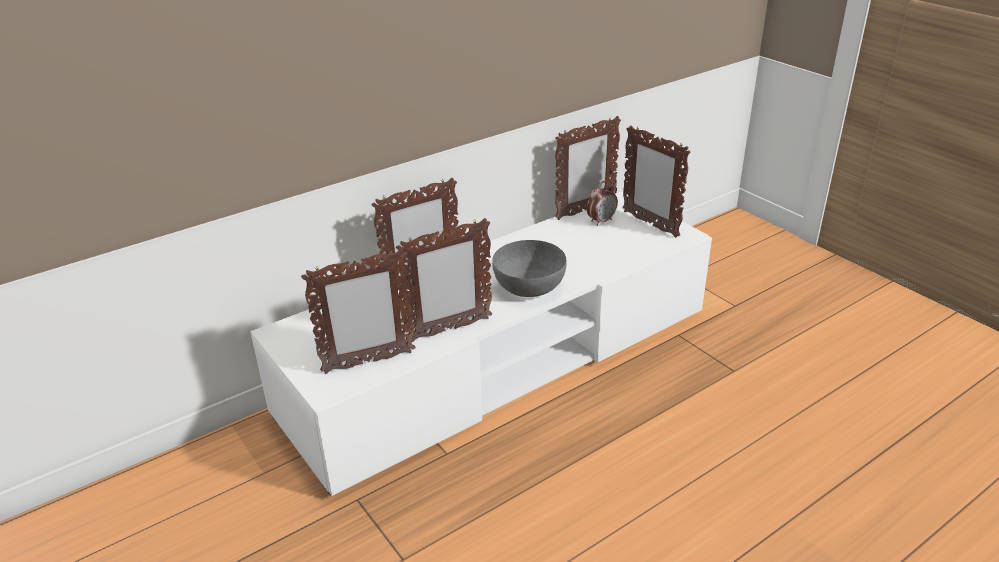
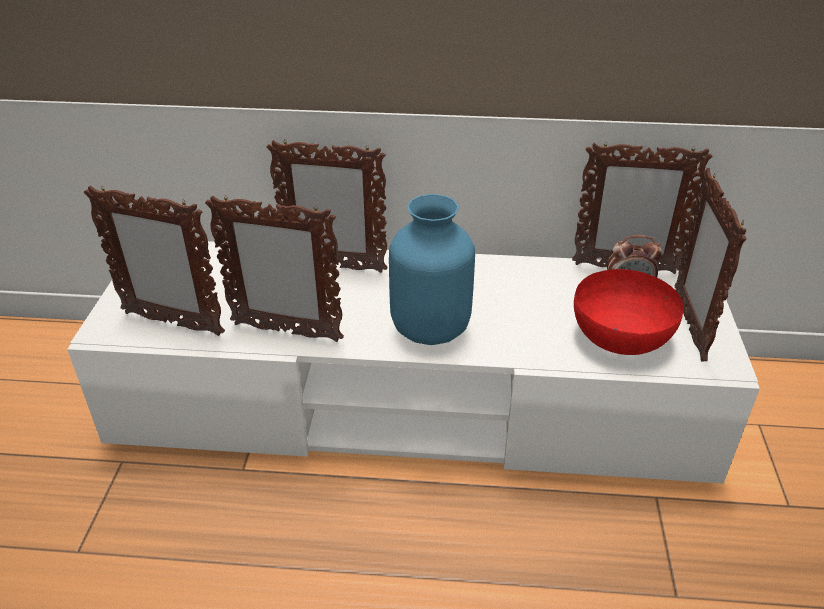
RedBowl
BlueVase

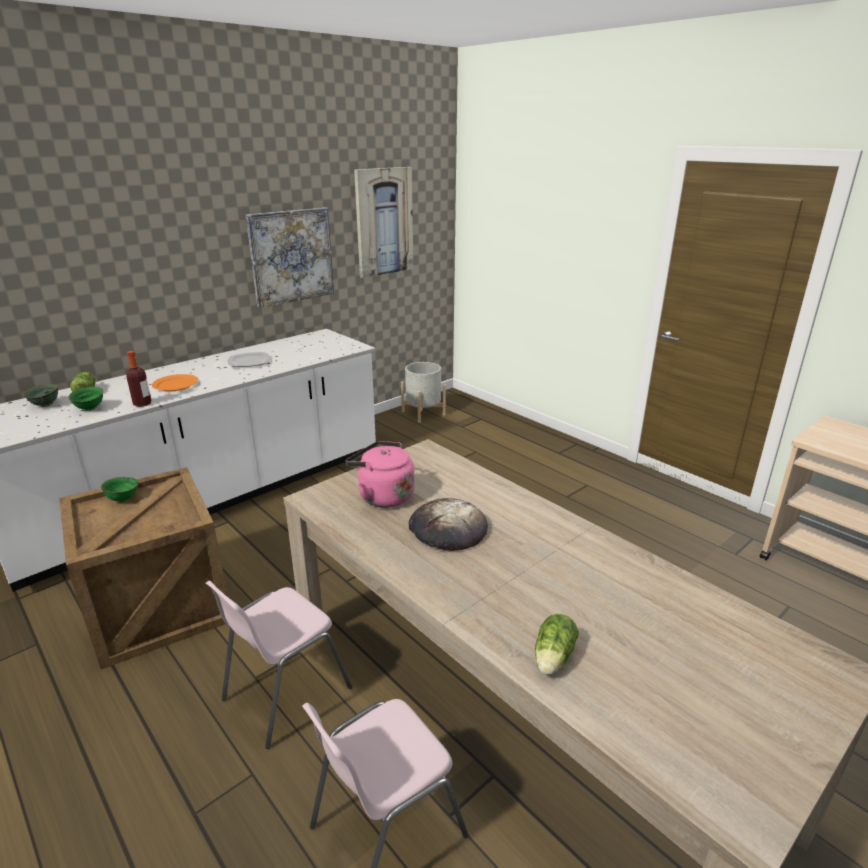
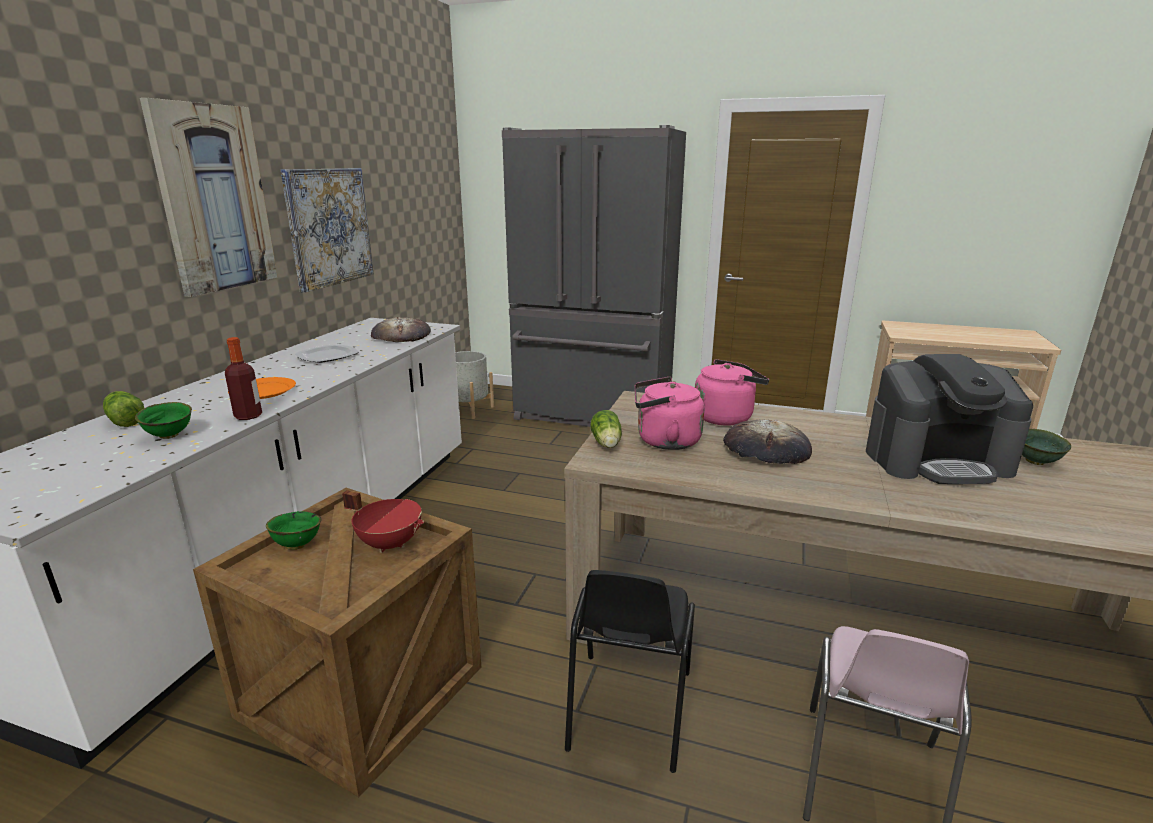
RedCookingPot
Bread (no. 1 from left)
GreyFridge
PinkKettle (no. 2 from left)
CoffeeMachine
GreenBowl (no. 3 from left)
Picture (no. 1 from left)
Lettuce (no. 2 from left)
BlackChair

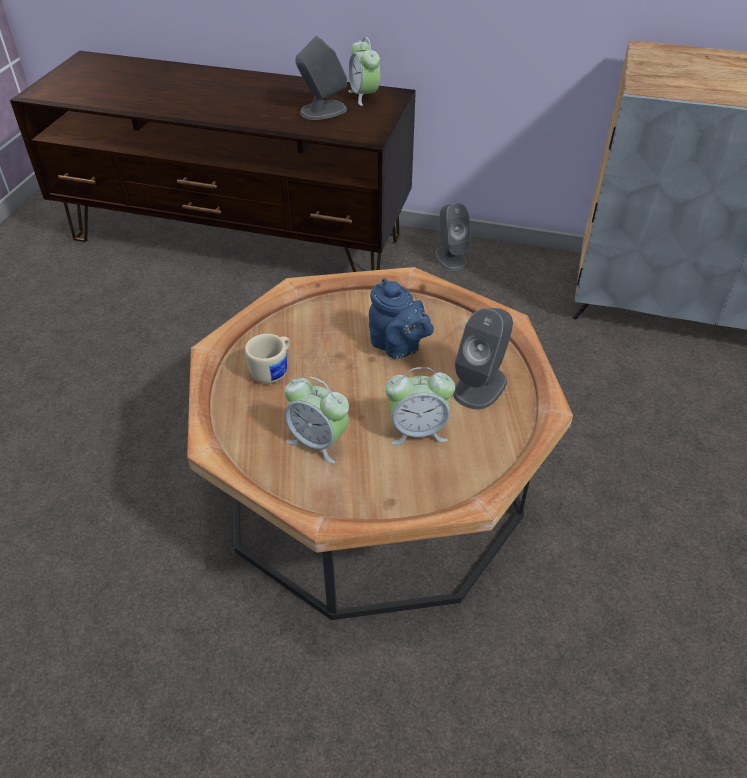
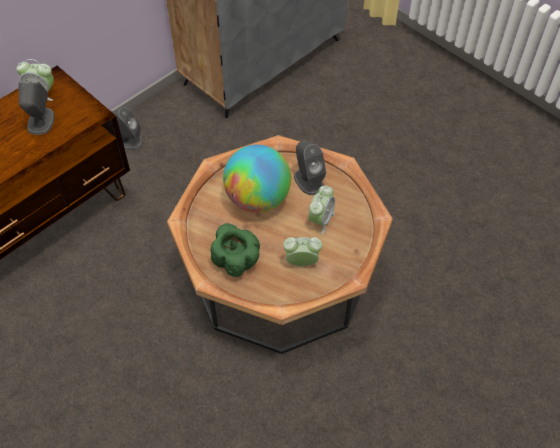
GreenBowl
Globe
AlarmClock (no. 2 from left)

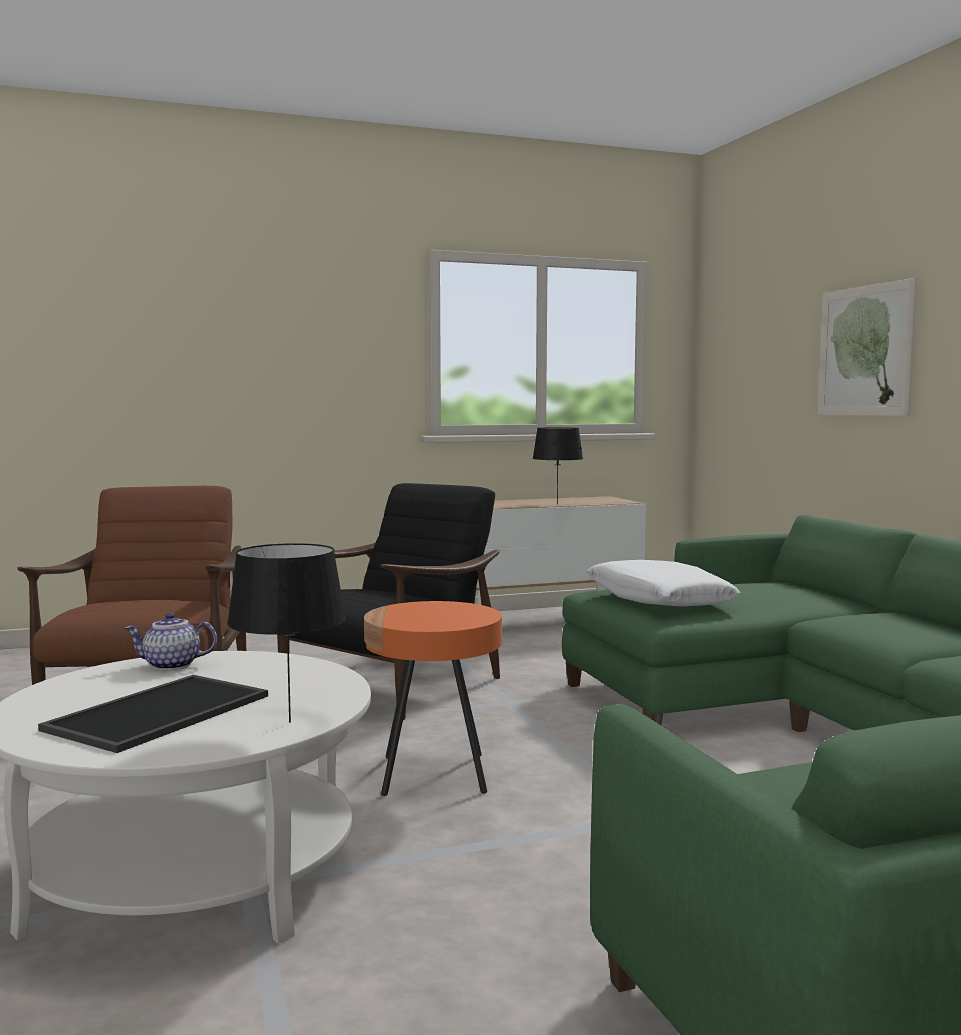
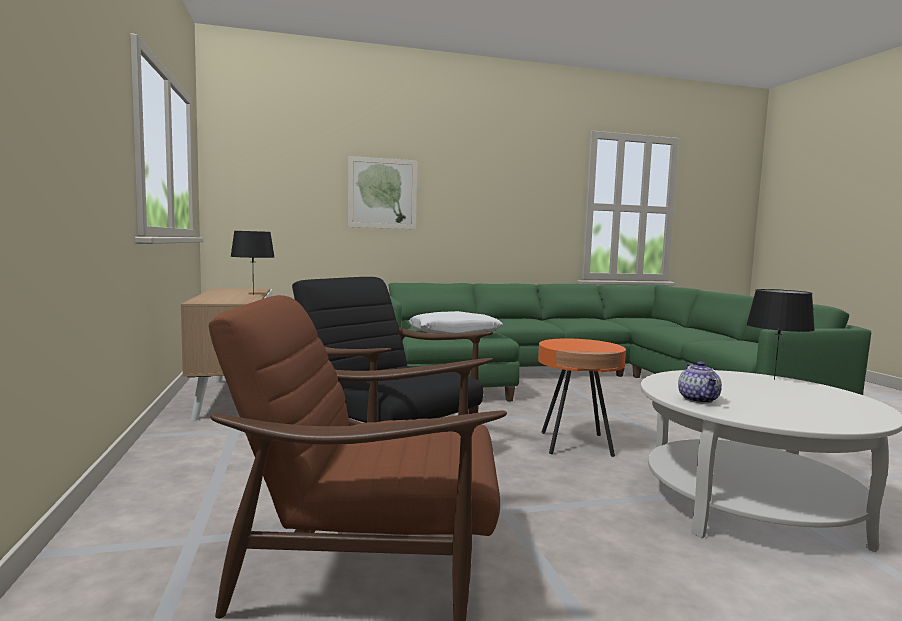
Tray

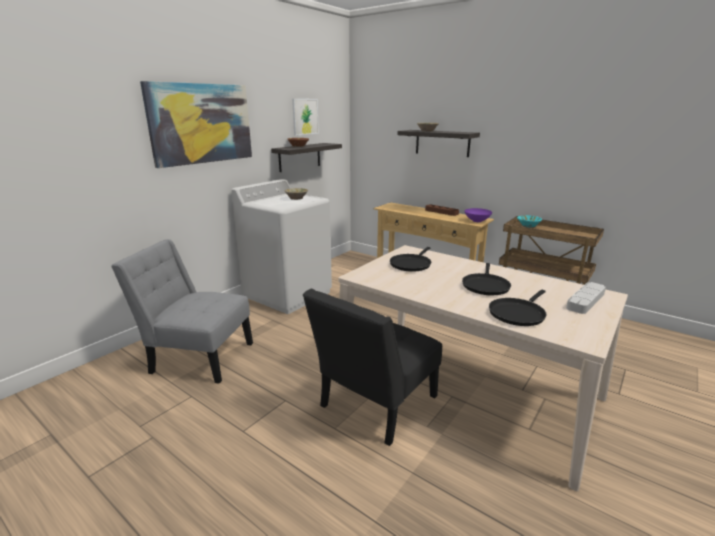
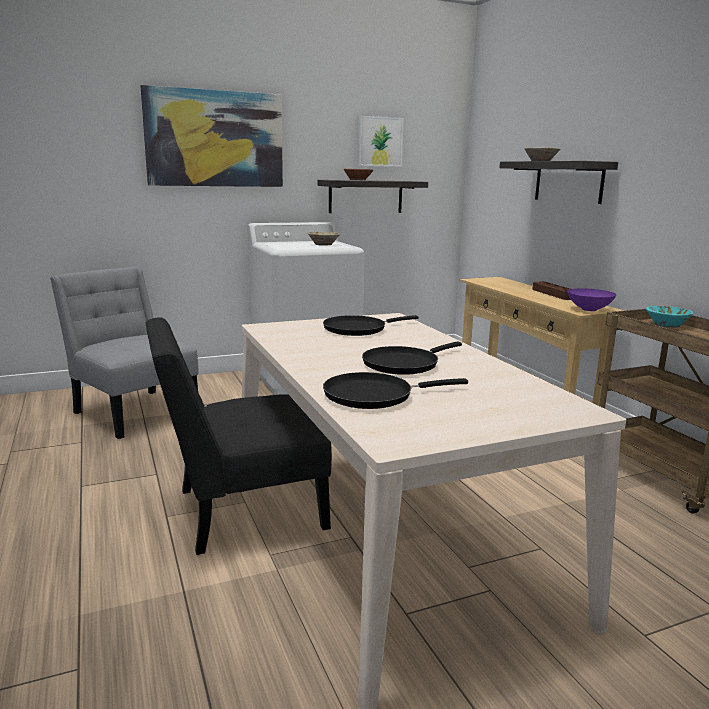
GreyTray

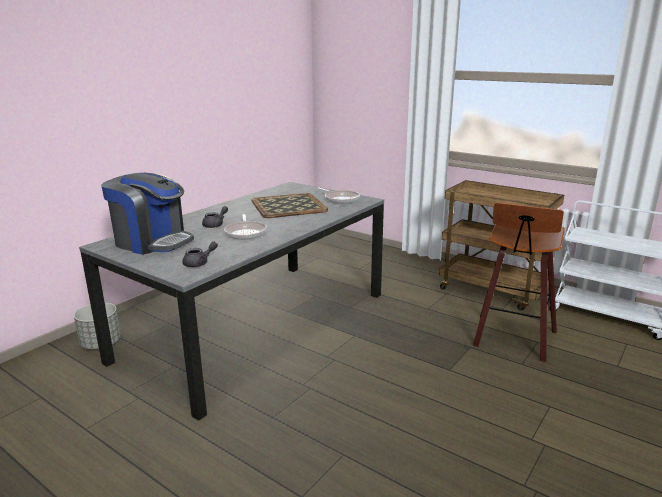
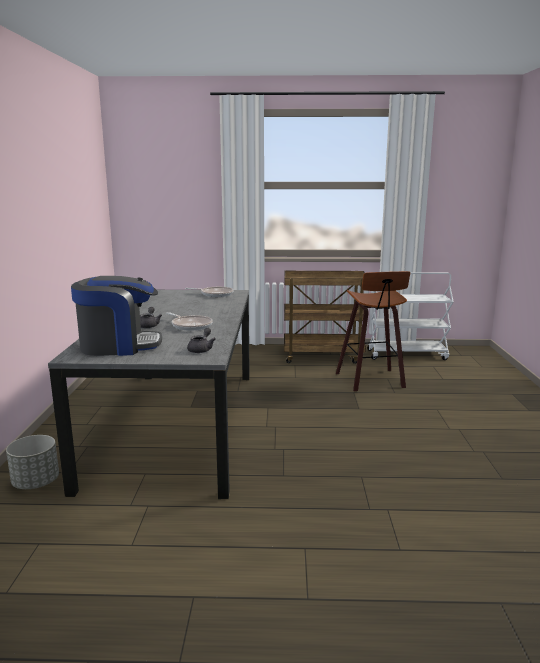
Tray

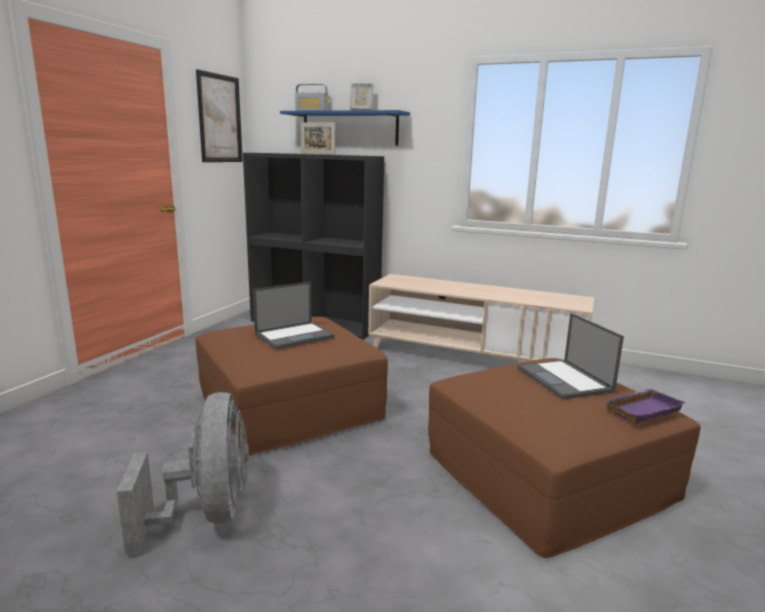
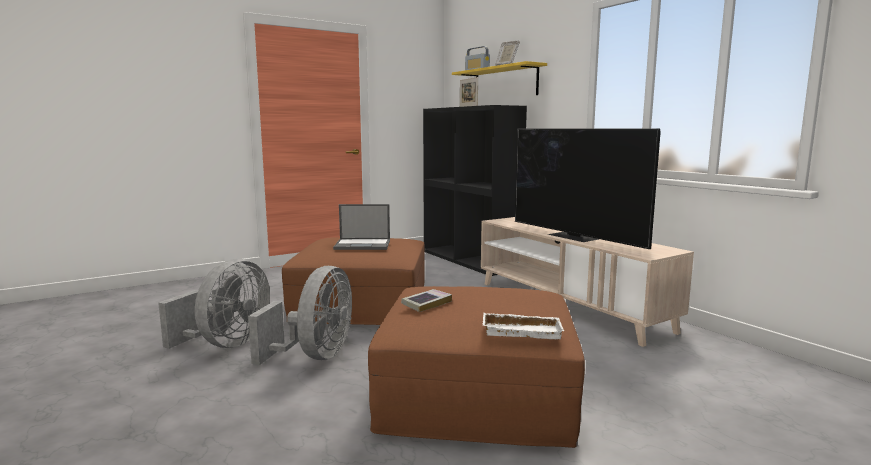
Picture
Laptop (no. 2 from left in the first image)
GreyFan (no. 2 from left)
Book
Television
YellowShelf
WhiteTray

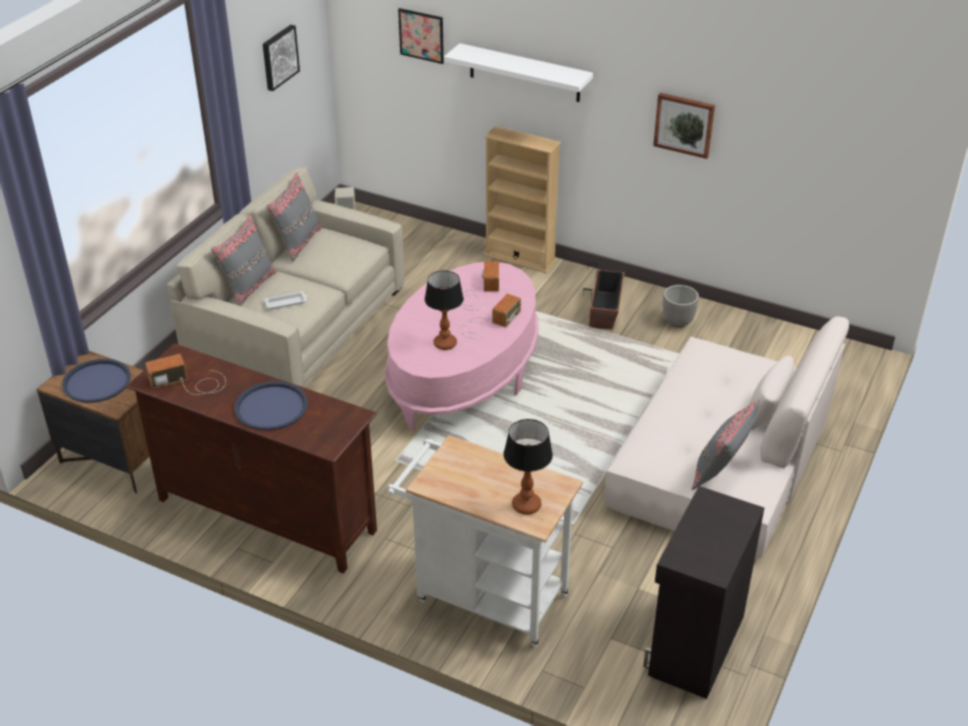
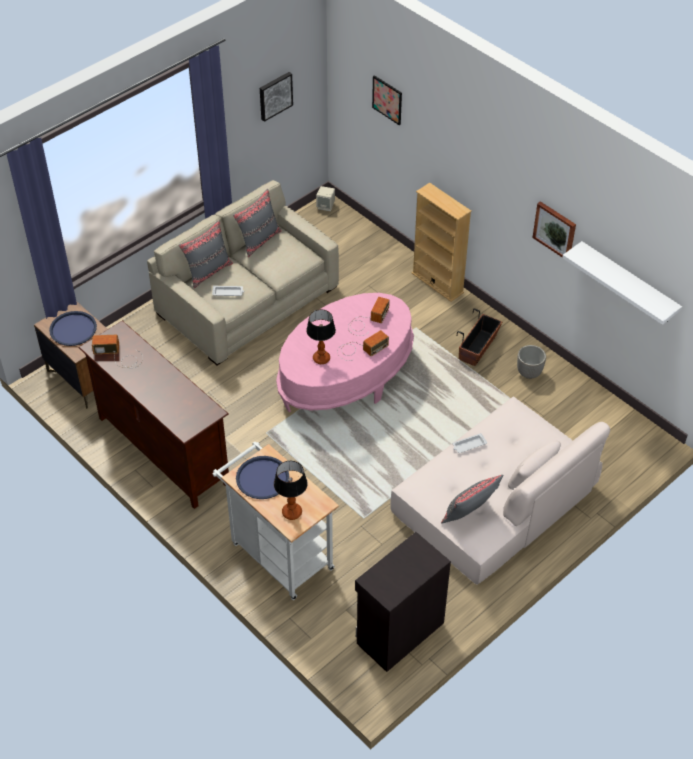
WhiteTray (no. 2 from left)
BlueTray (no. 2 from left)
WhiteShelf

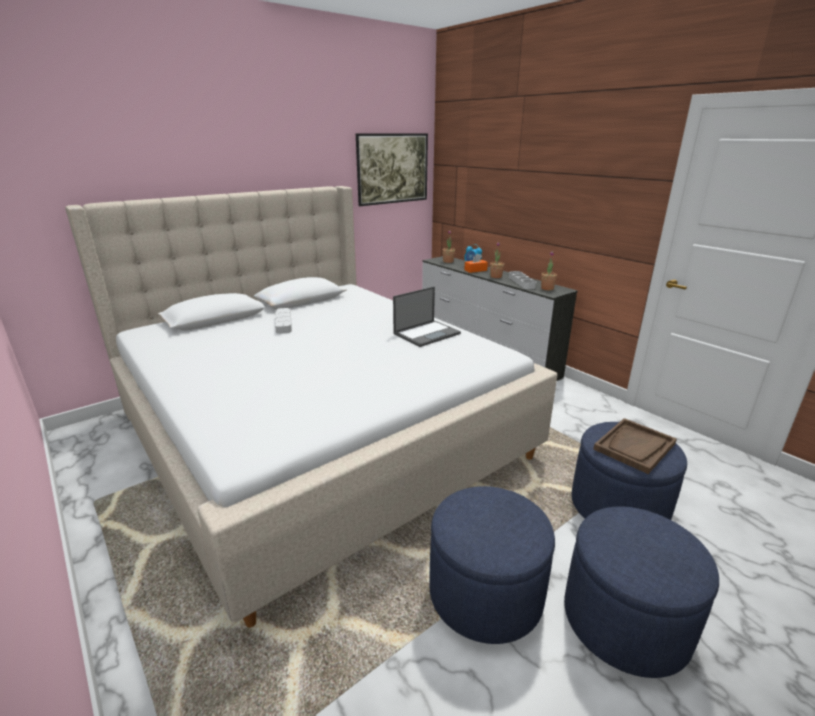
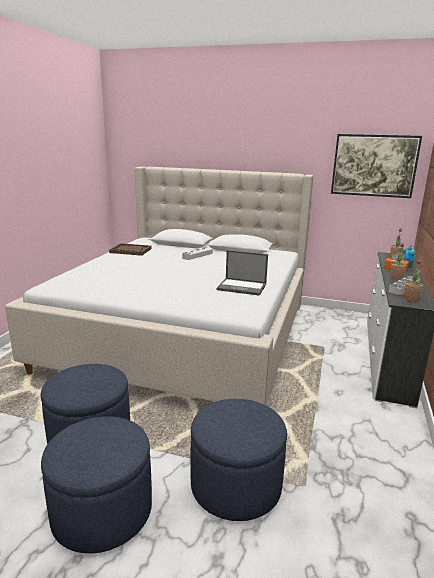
BrownTray

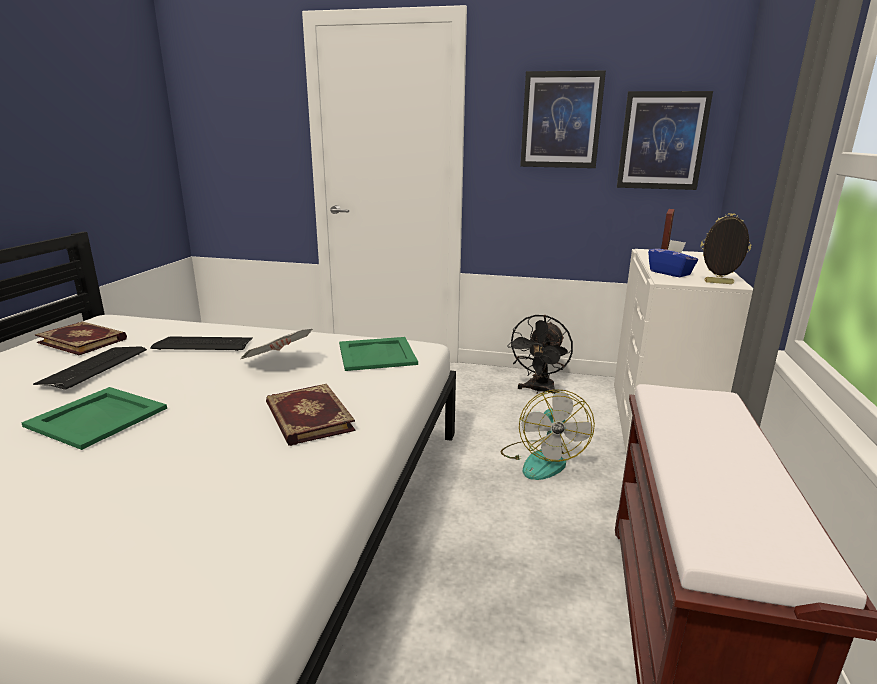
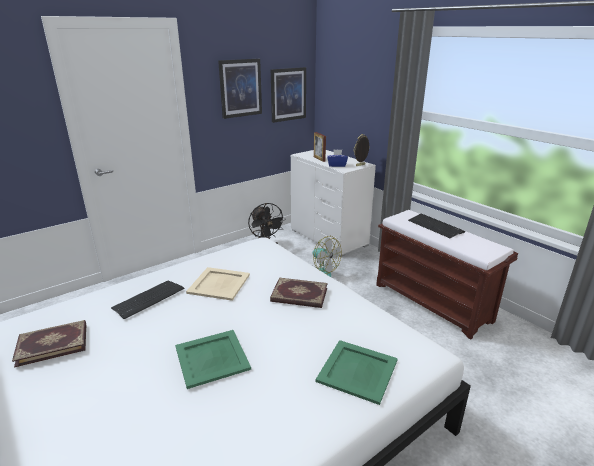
Keyboard (no. 2 from left)
GreenTray (no. 2 from left)
BeigeTray

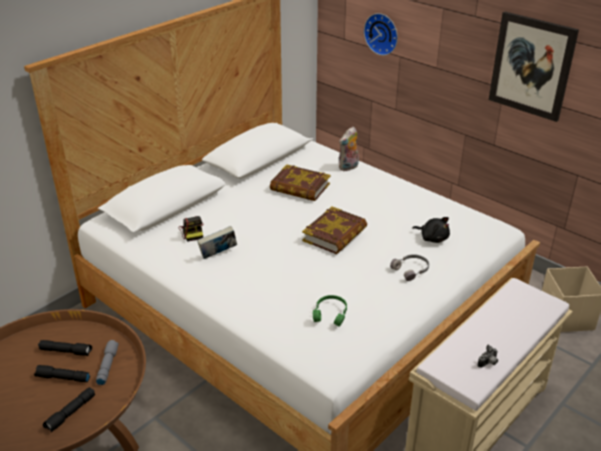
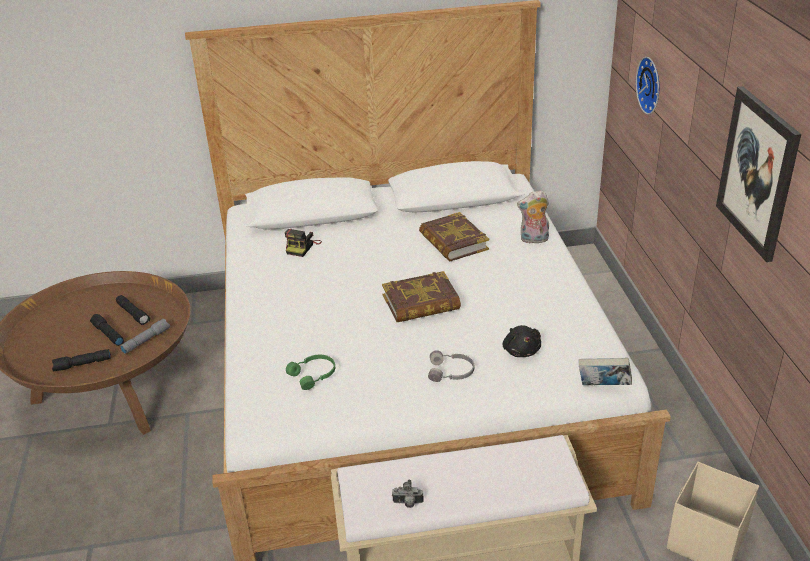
Book (no. 3 from left)

